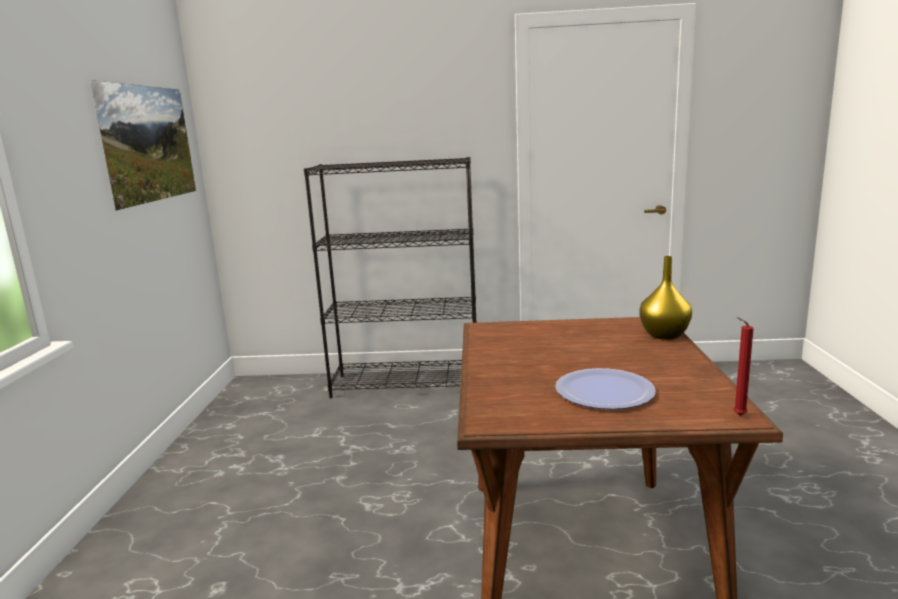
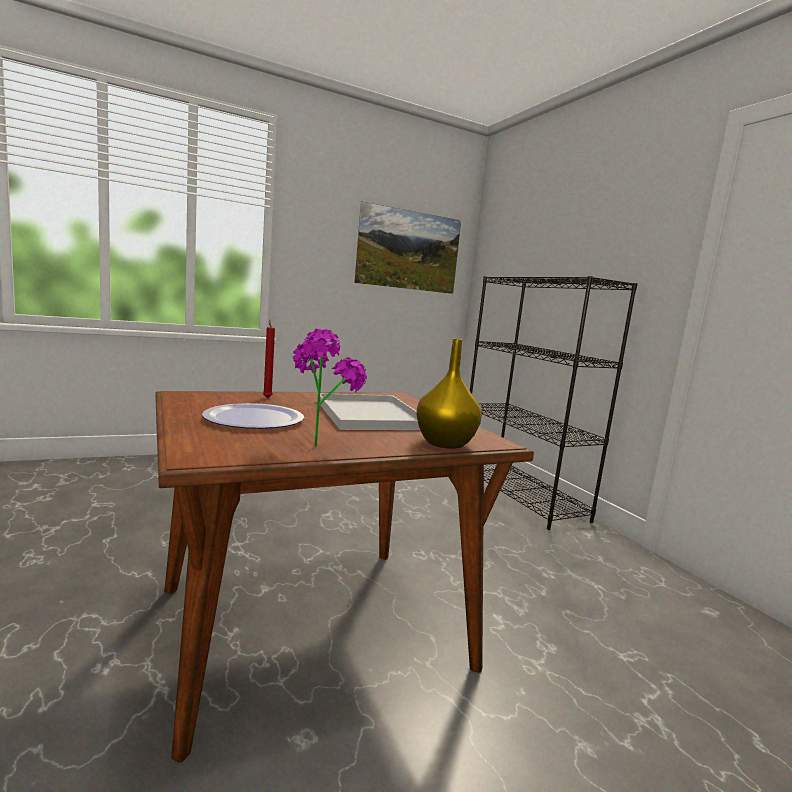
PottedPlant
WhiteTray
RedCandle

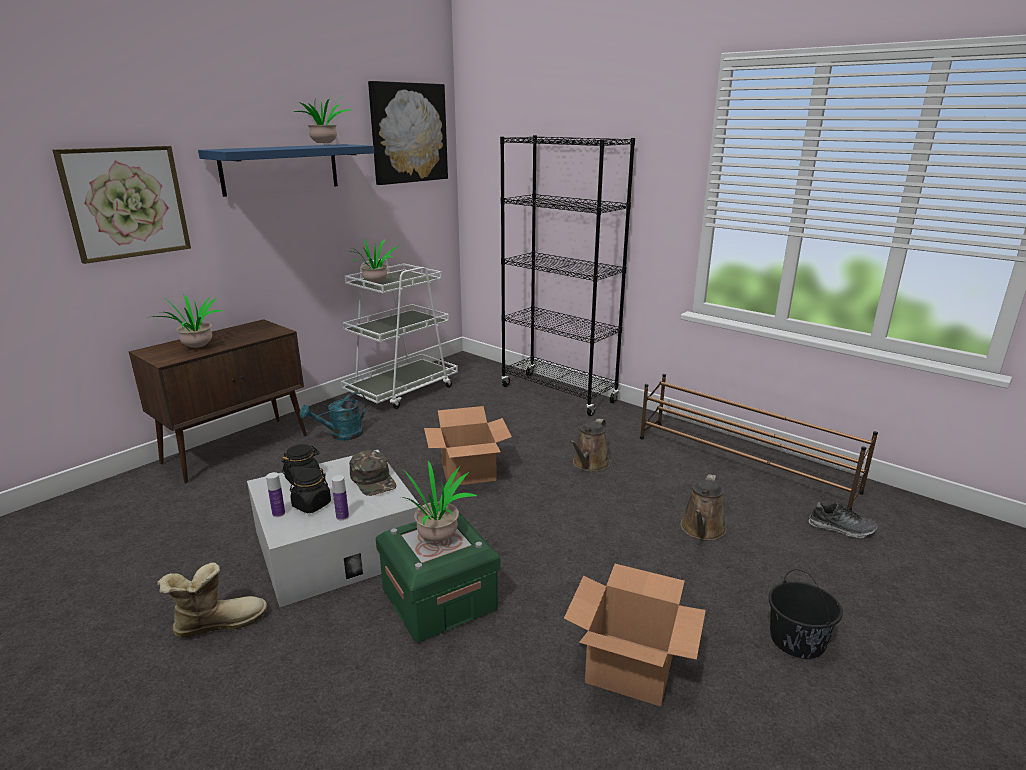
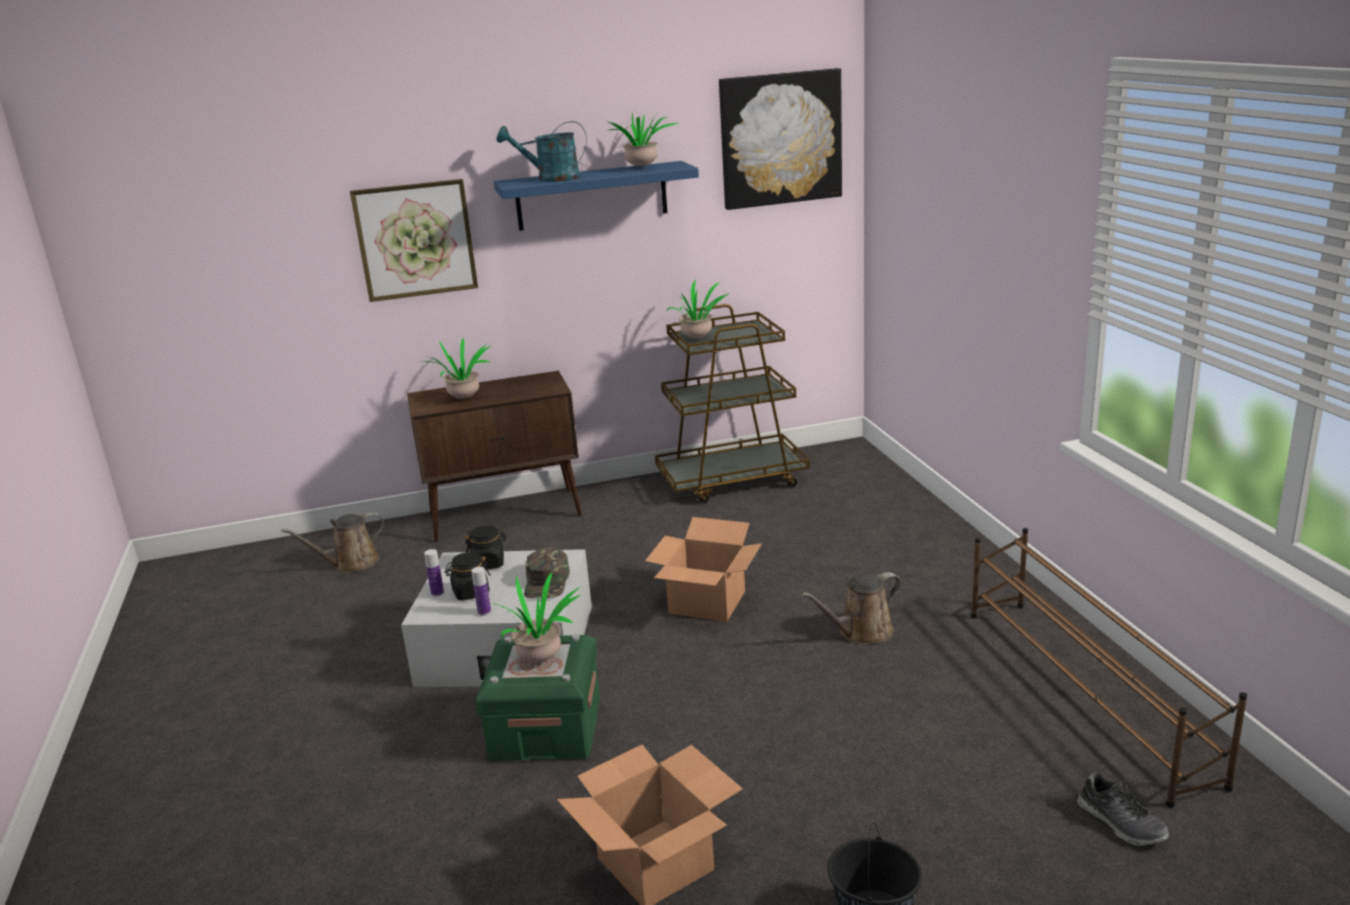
Boot
BlackBookcase
TurquoiseWateringCan
BrownWateringCan (no. 1 from left)
BrownCart

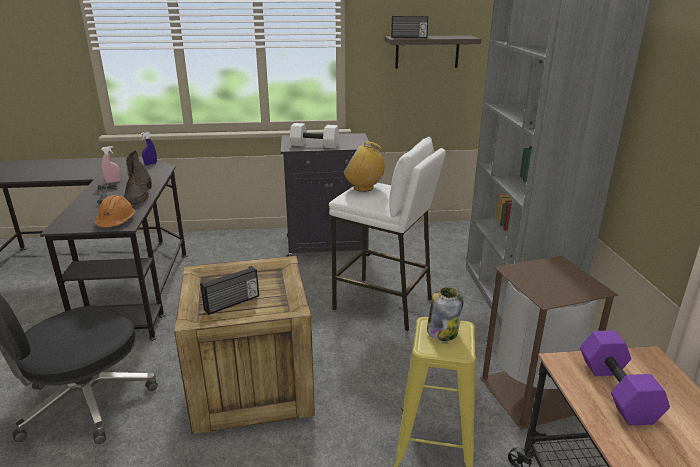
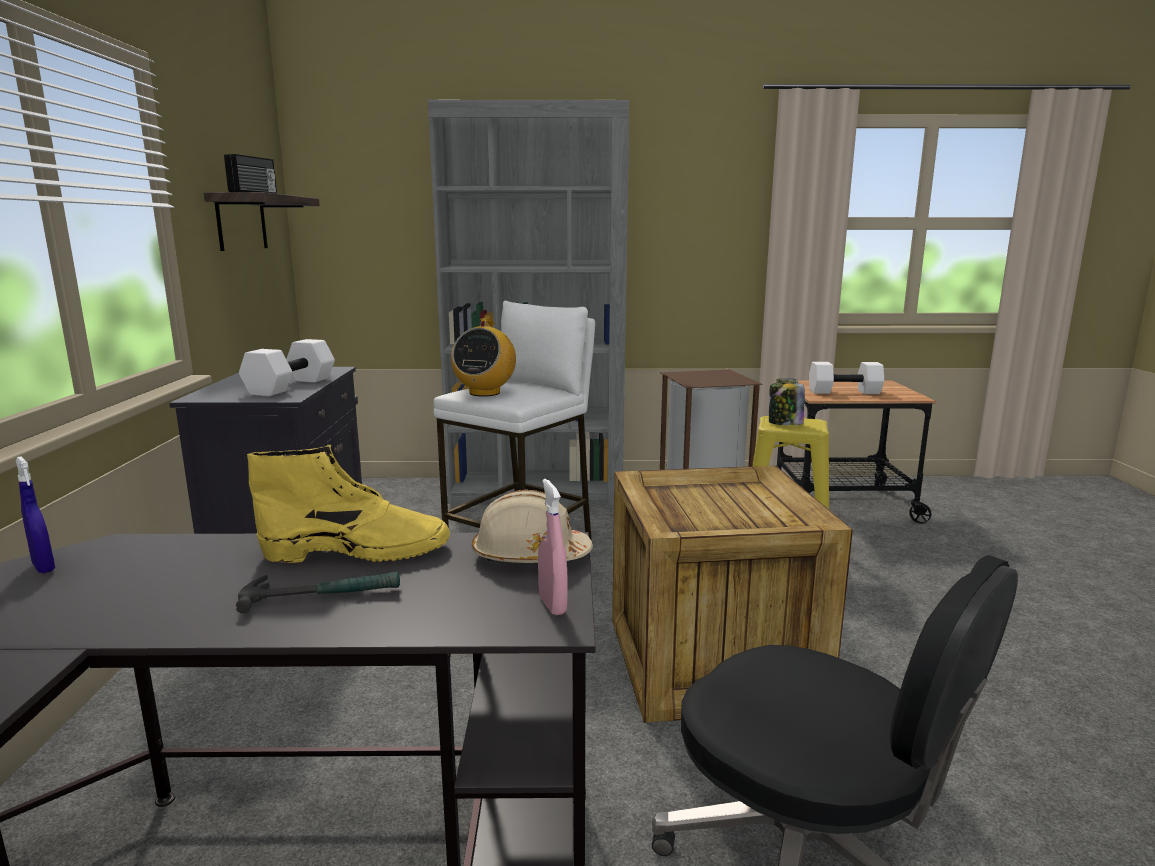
Radio (no. 1 from left in the first image)
PinkSprayBottle
BeigeHardHat
YellowBoot
WhiteDumbbell (no. 2 from left)

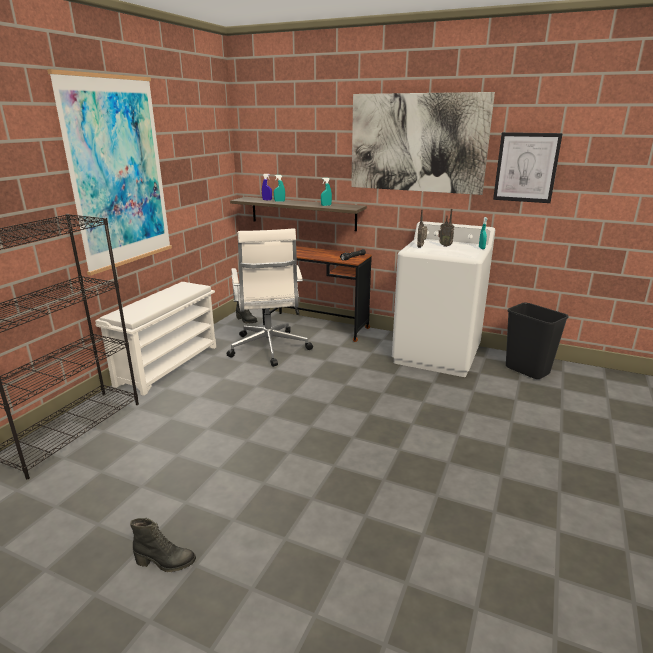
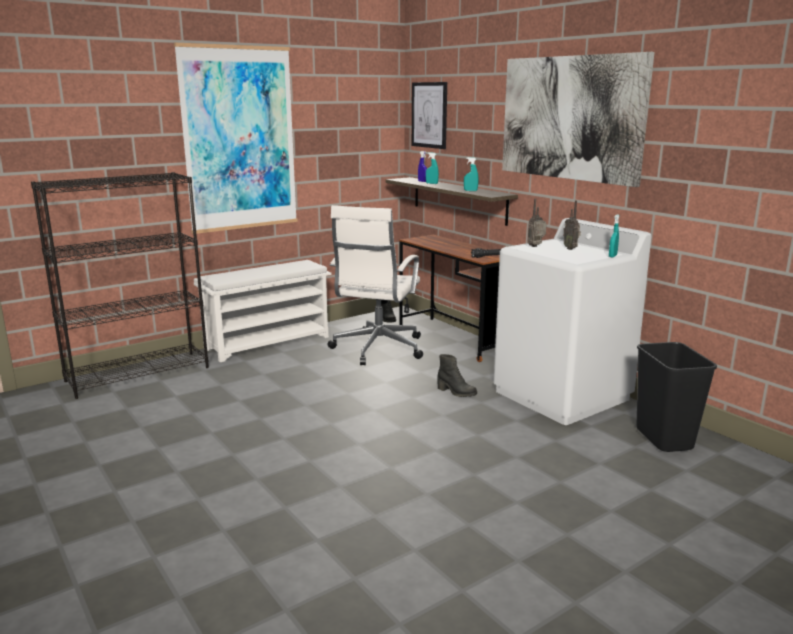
BlackBoot (no. 2 from left)
Picture (no. 2 from left)

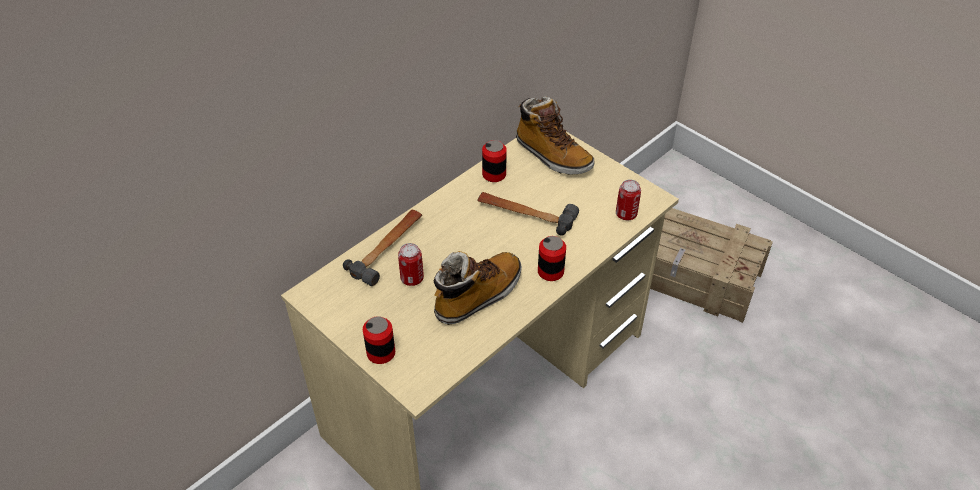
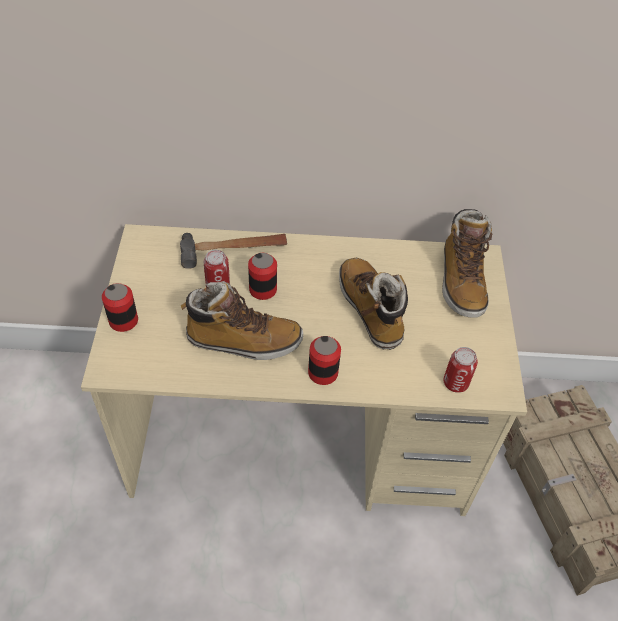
Can (no. 3 from left)
Boot (no. 2 from left)

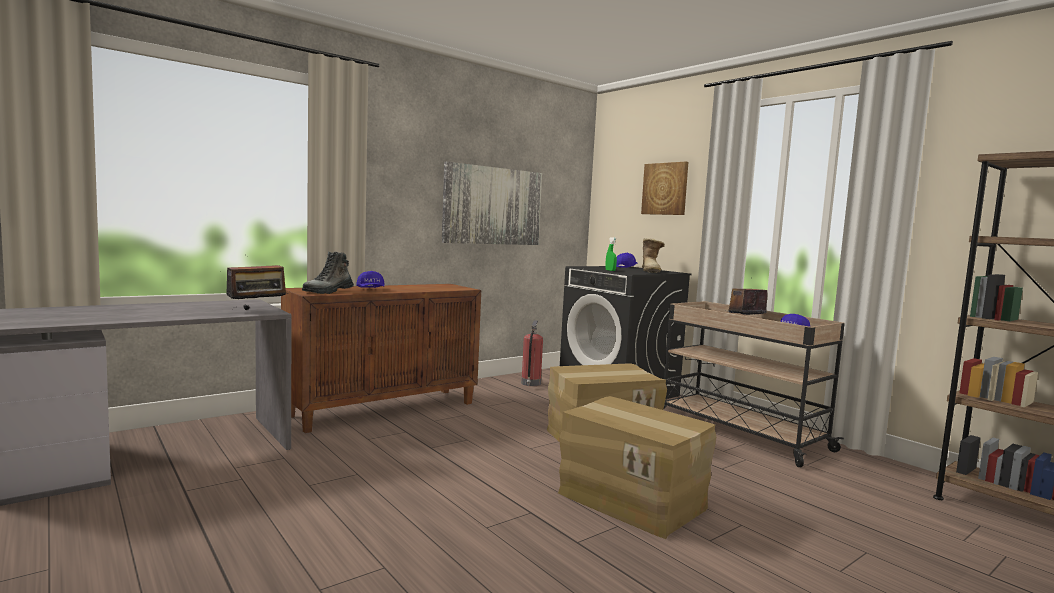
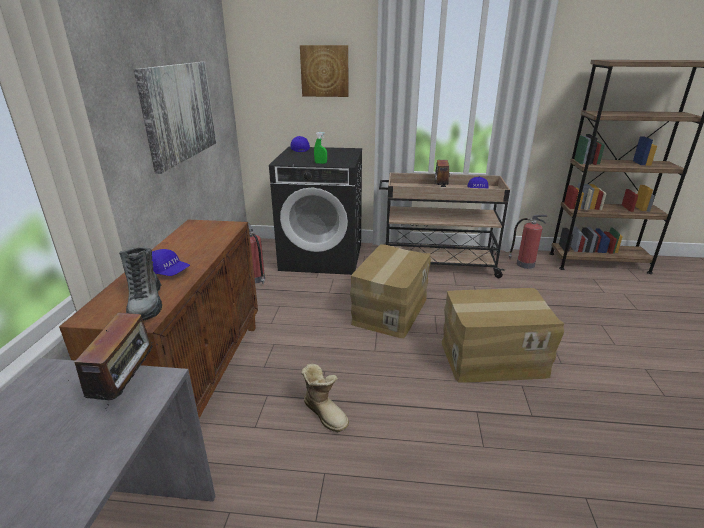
FireExtinguisher (no. 2 from left)
Boot (no. 2 from left)

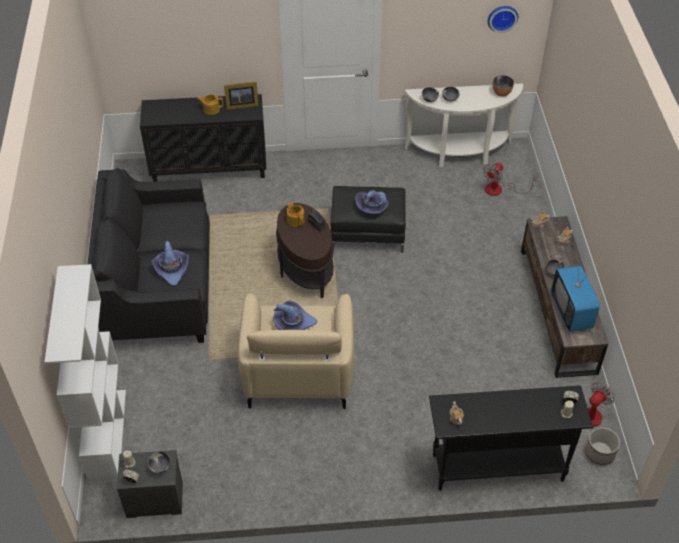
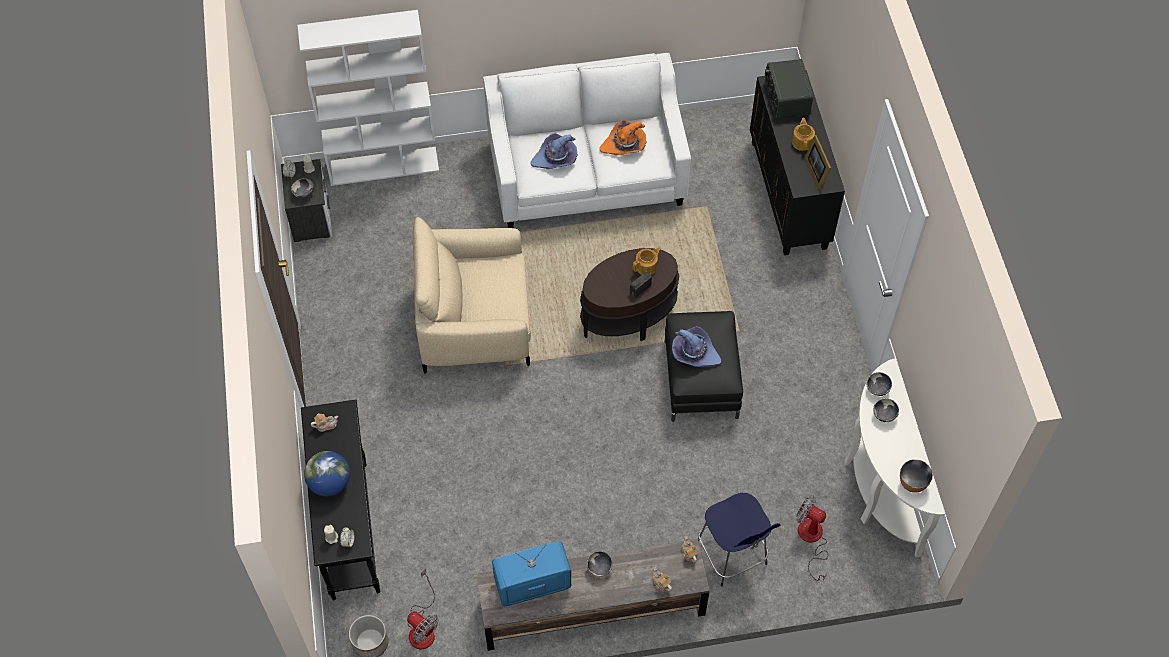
PurpleHat (no. 2 from left in the first image)
WallClock
Globe
OrangeHat
BlueStool
Radio (no. 2 from left)
WhiteSofa

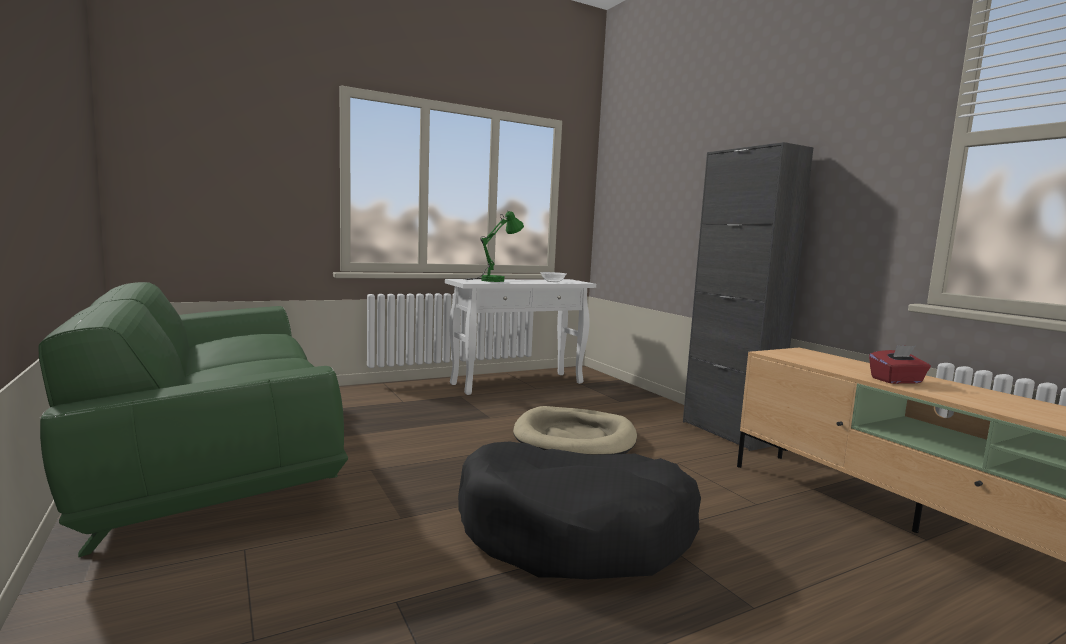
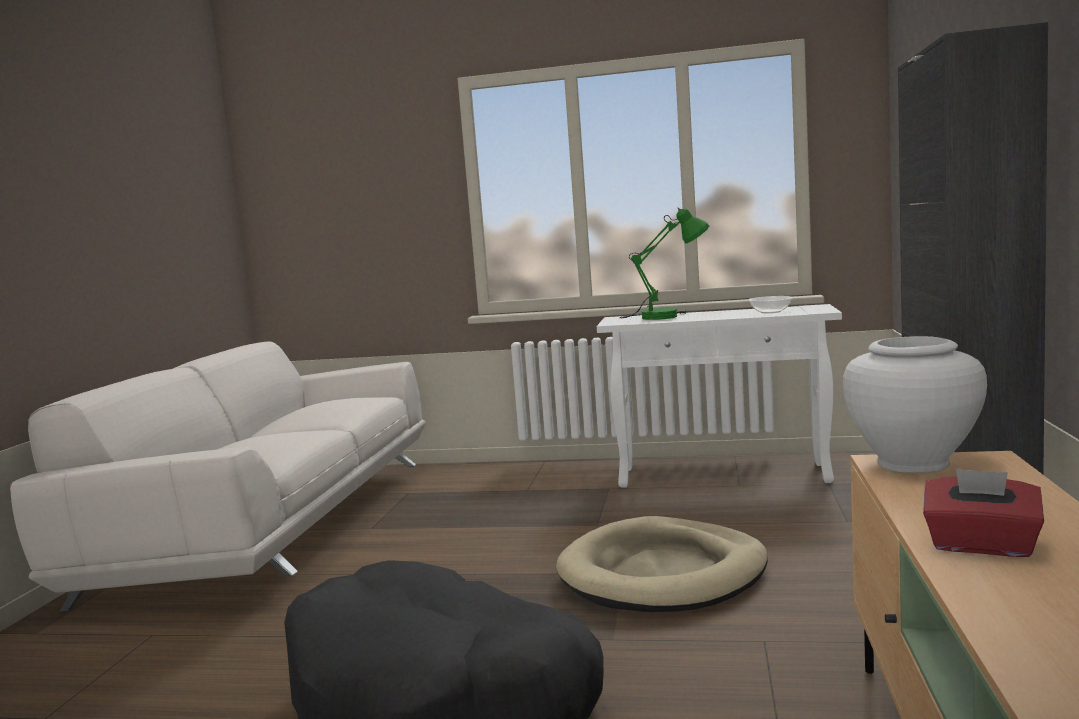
WhiteVase
WhiteSofa

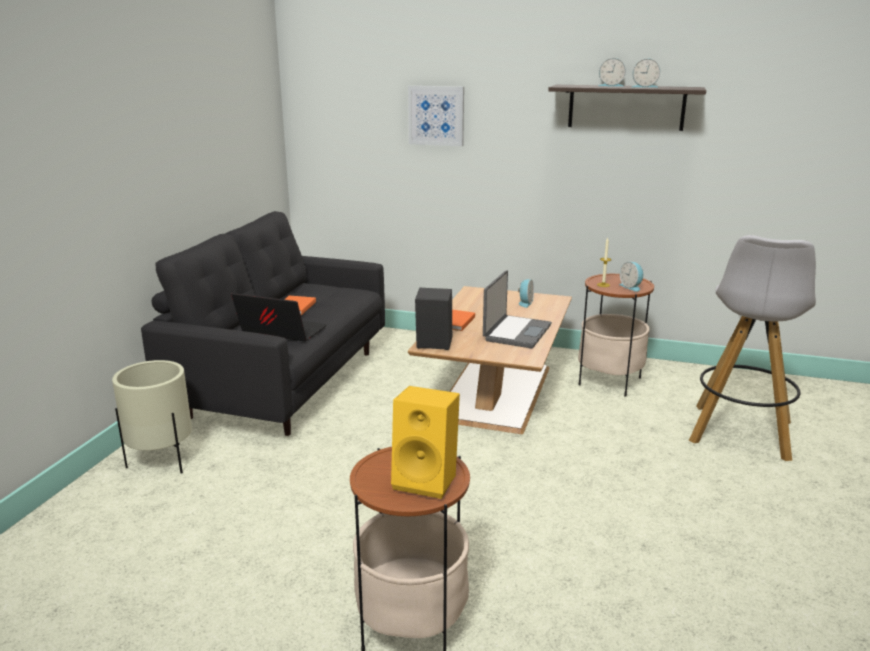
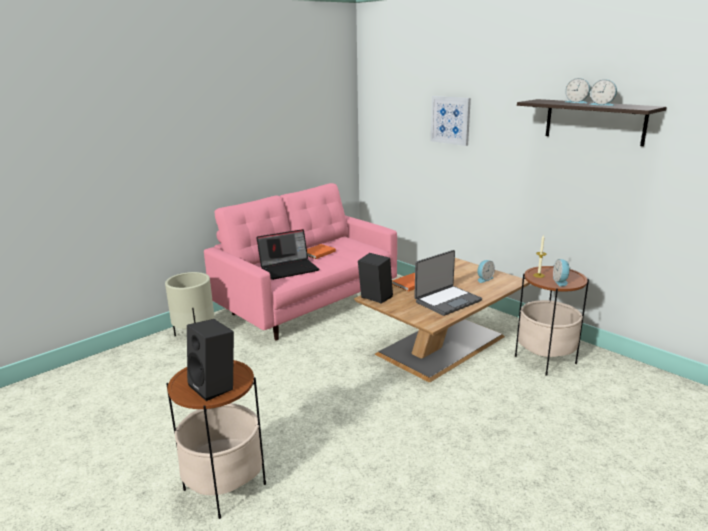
WhiteStool
PinkSofa
BlackSpeaker (no. 1 from left)
Laptop (no. 1 from left)

